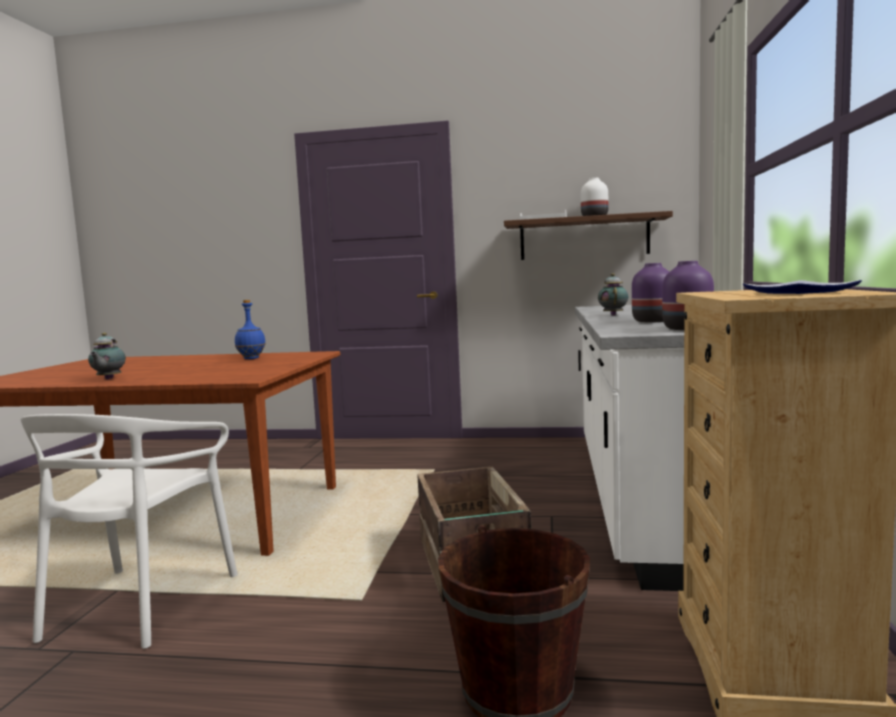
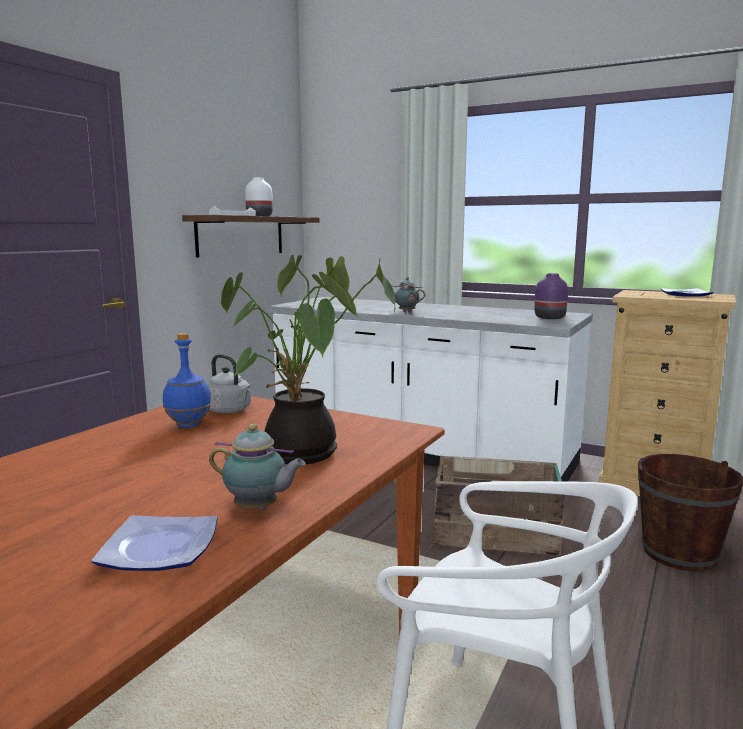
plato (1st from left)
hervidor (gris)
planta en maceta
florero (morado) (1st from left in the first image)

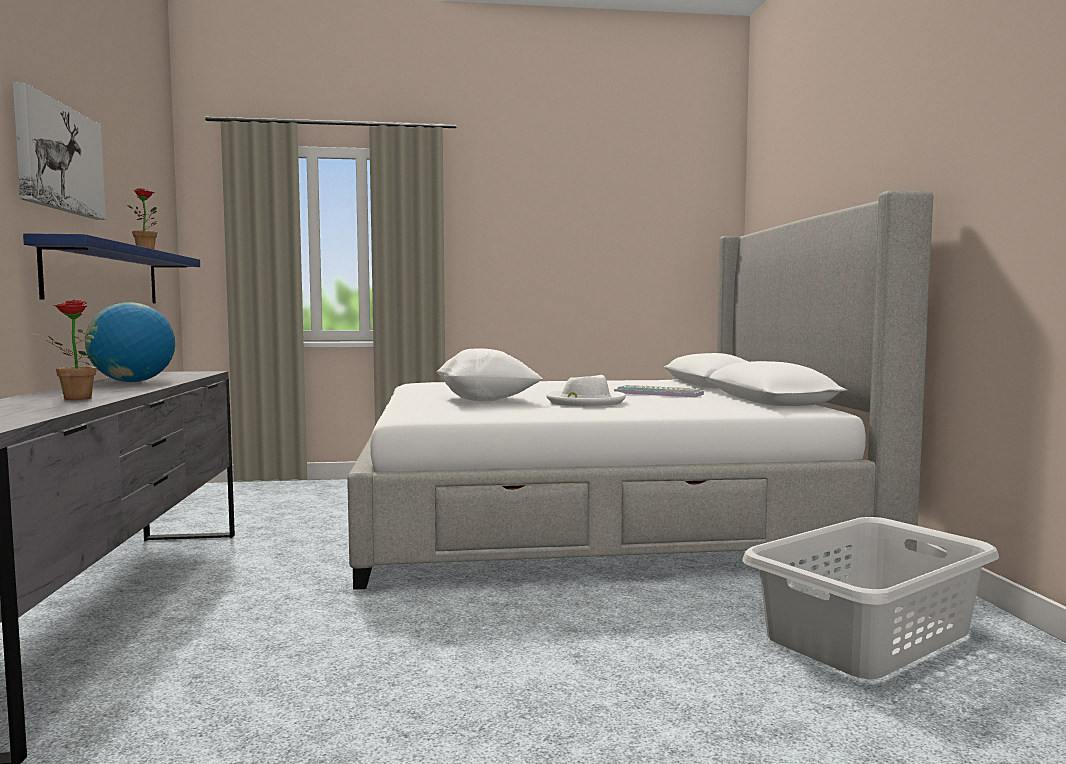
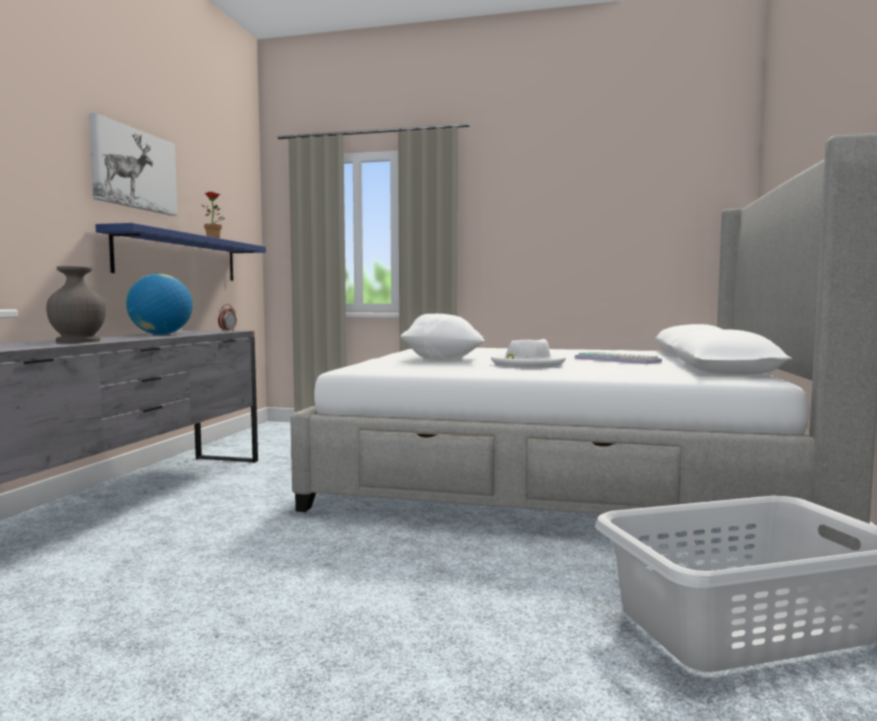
florero (gris)
despertador

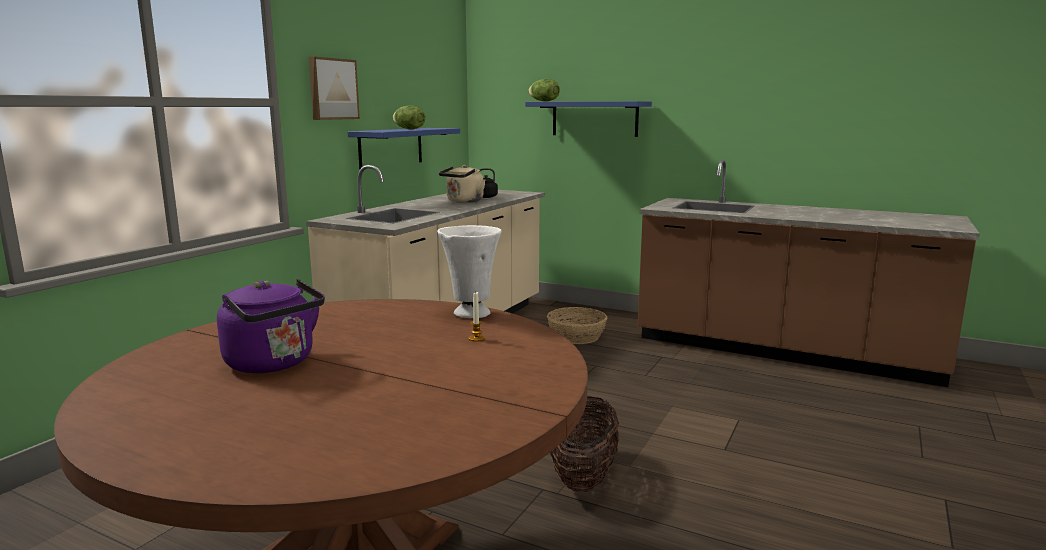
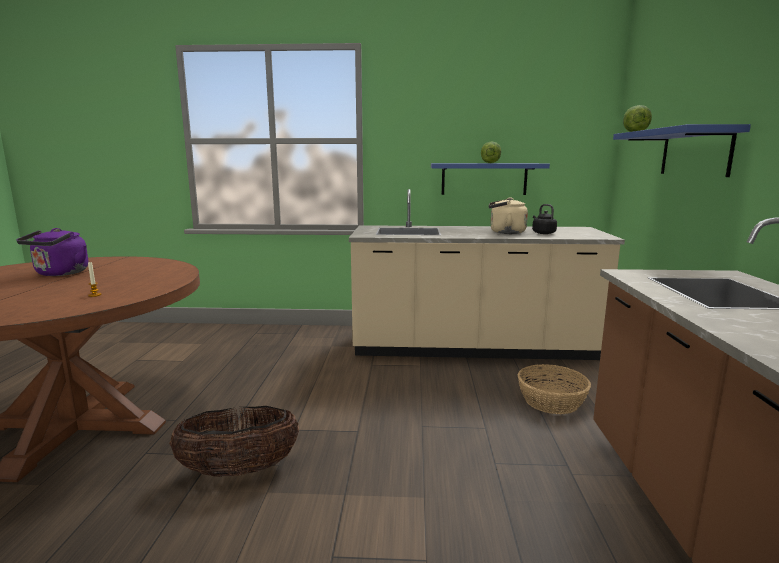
cuadro
florero (blanco)

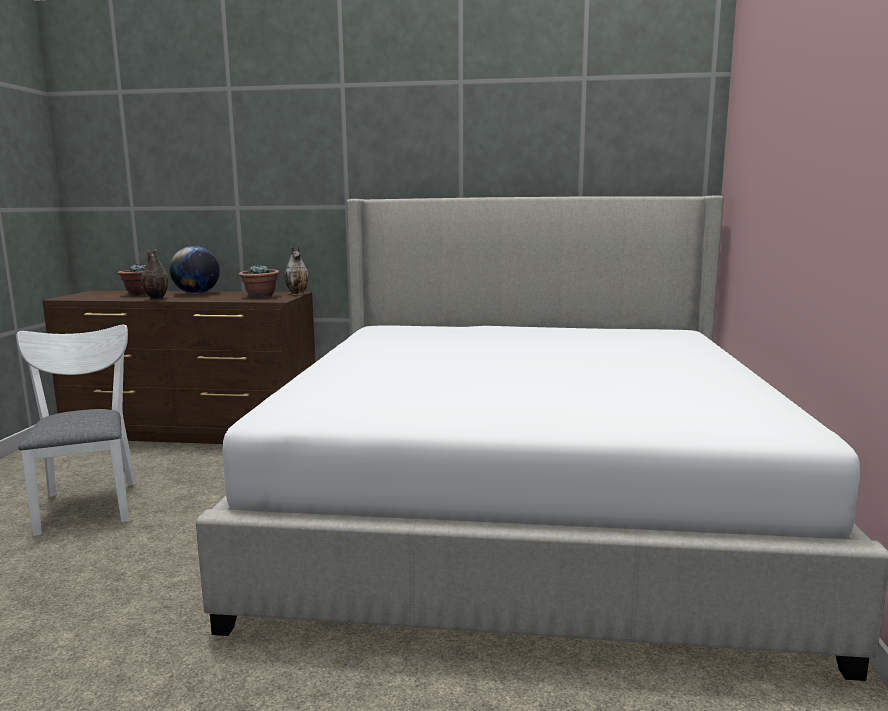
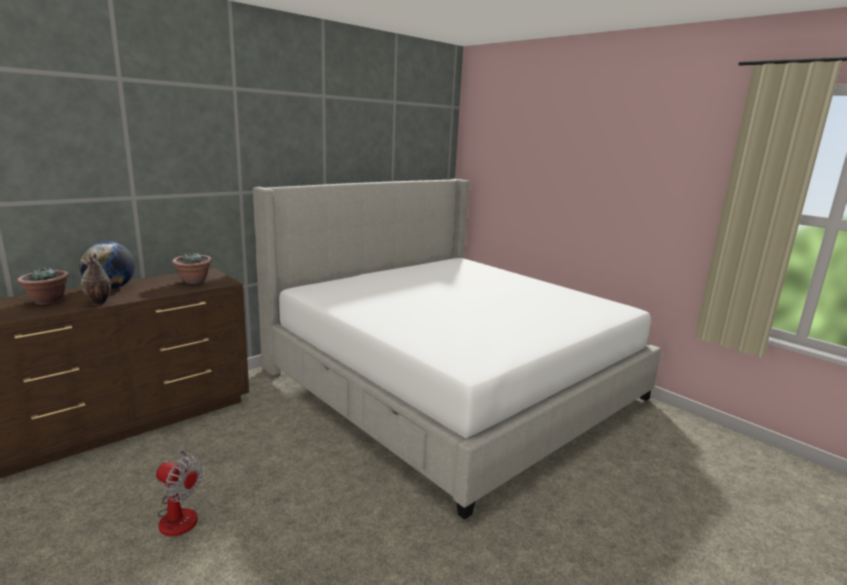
ventilador
florero (2nd from left in the first image)

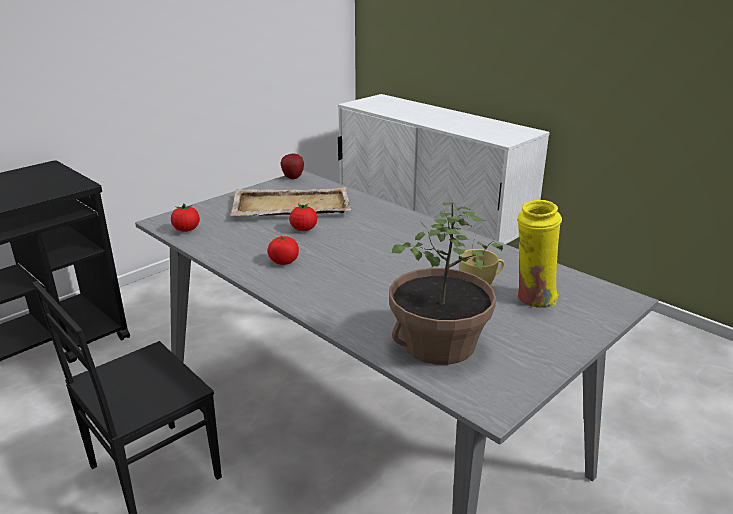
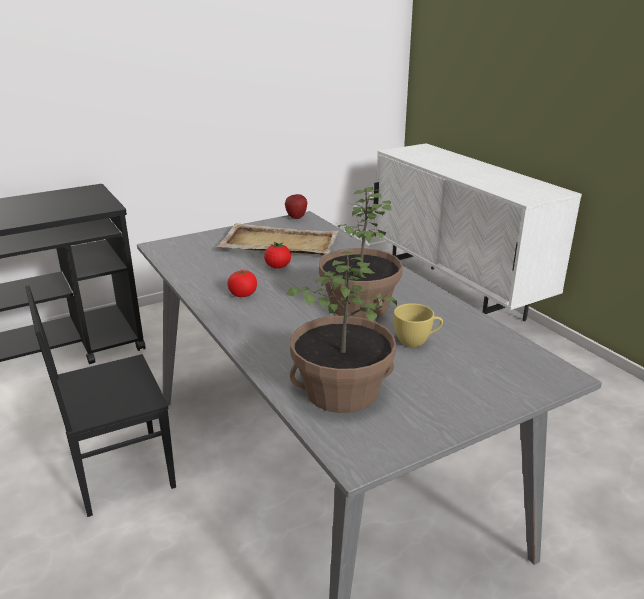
planta en maceta (2nd from left)
tomate (1st from left in the first image)
florero (amarillo)

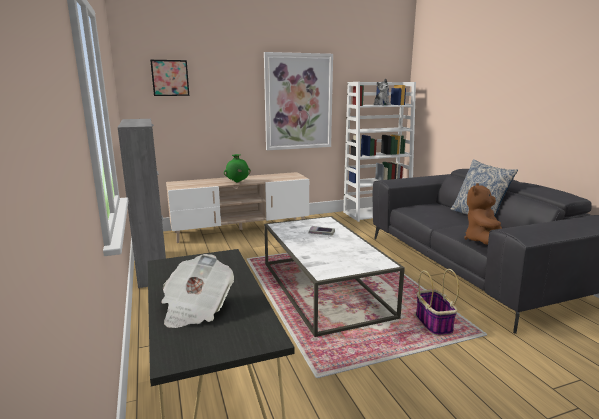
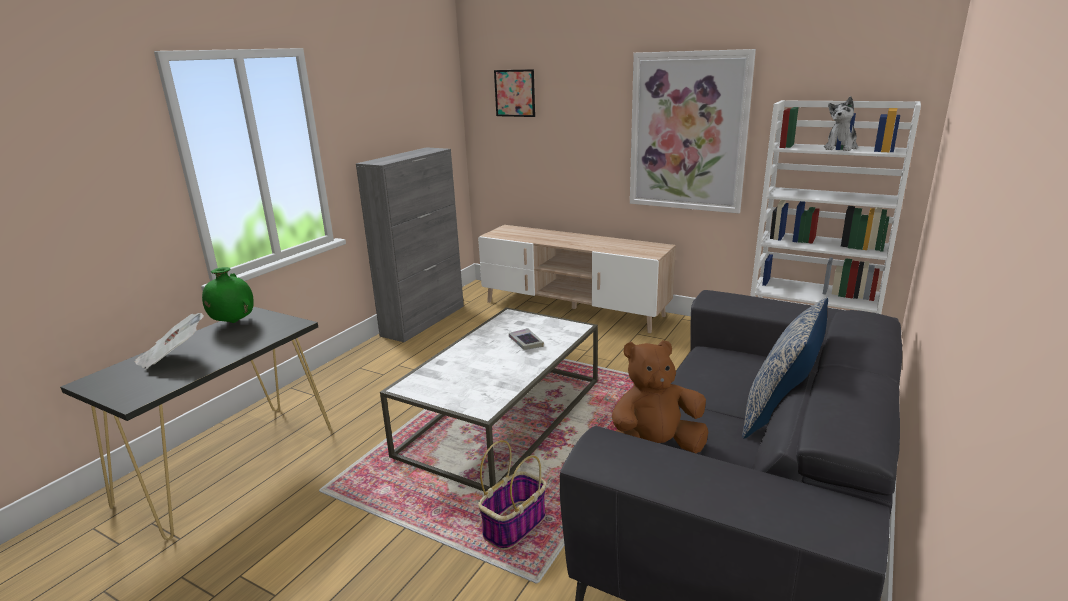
florero (verde)

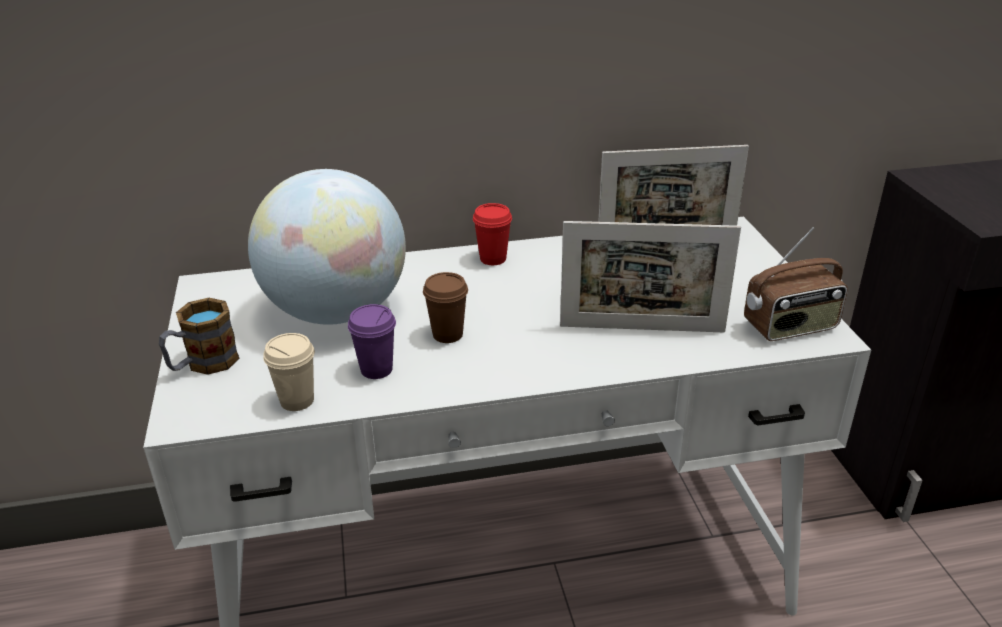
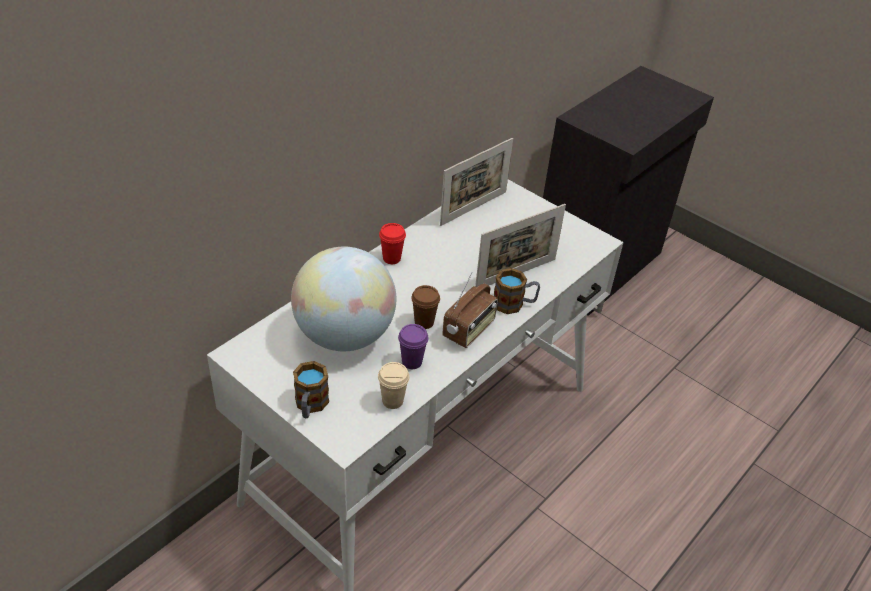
radio
taza grande (2nd from left)

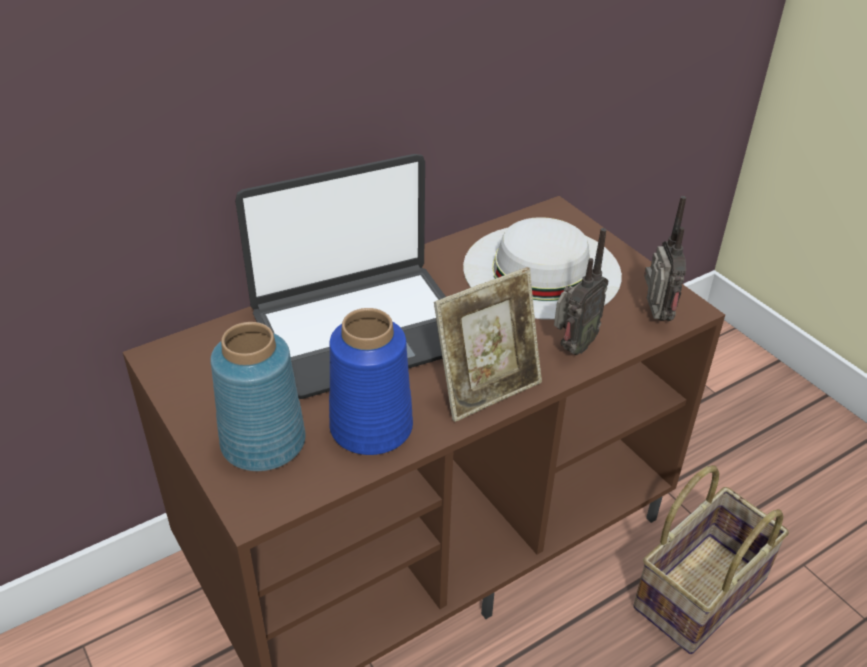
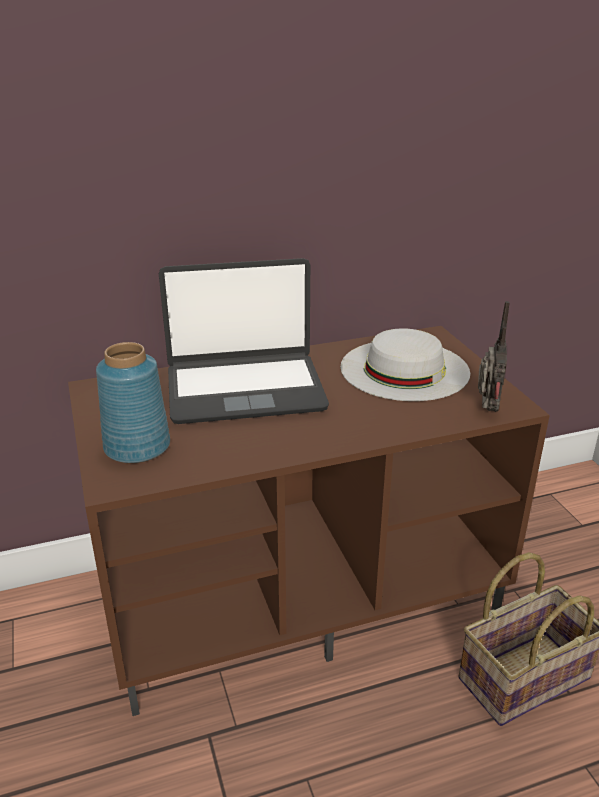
florero (azul) (2nd from left in the first image)
portarretratos
radio (1st from left in the first image)

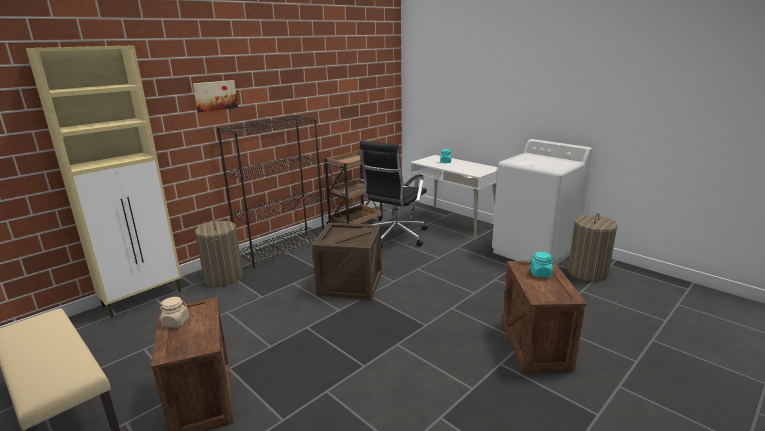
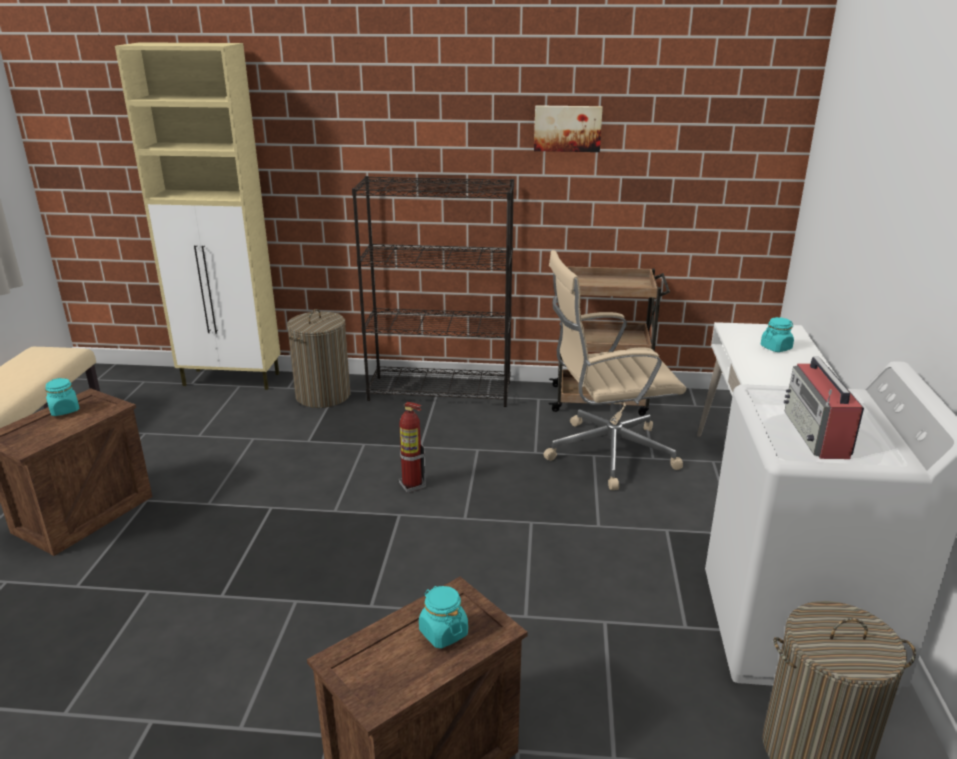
tarro (turquesa) (1st from left)
extintor
cuadro
silla de oficina (beis)
radio

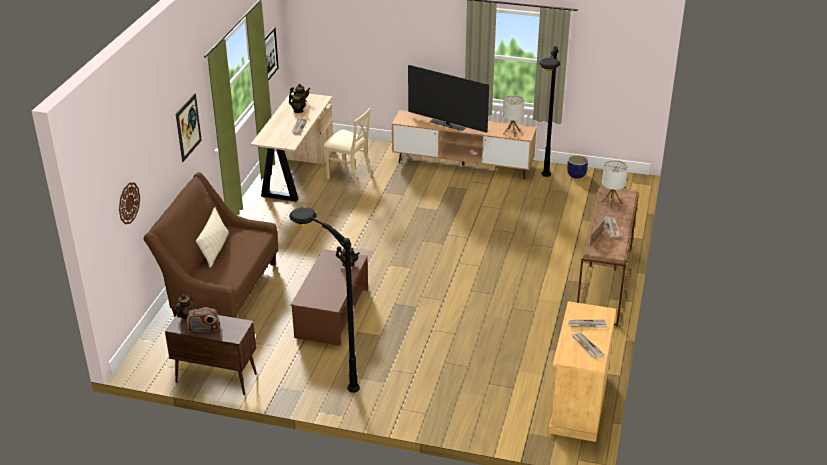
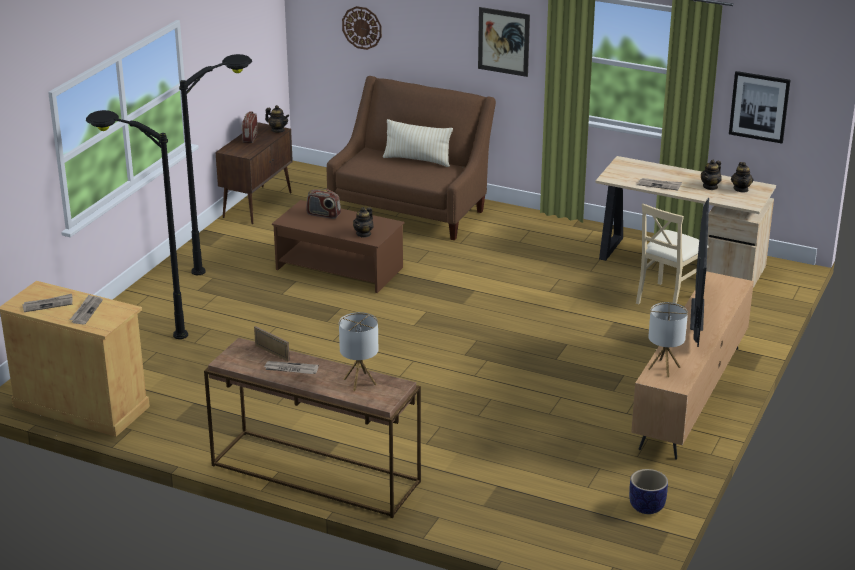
lámpara de pie (negro) (1st from left)
radio (2nd from left)
televisor

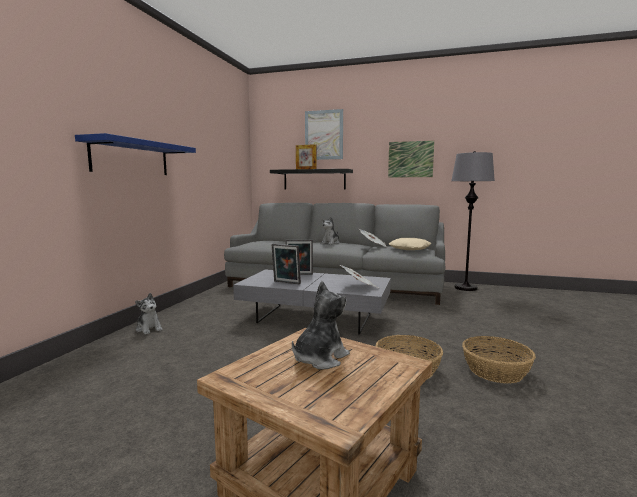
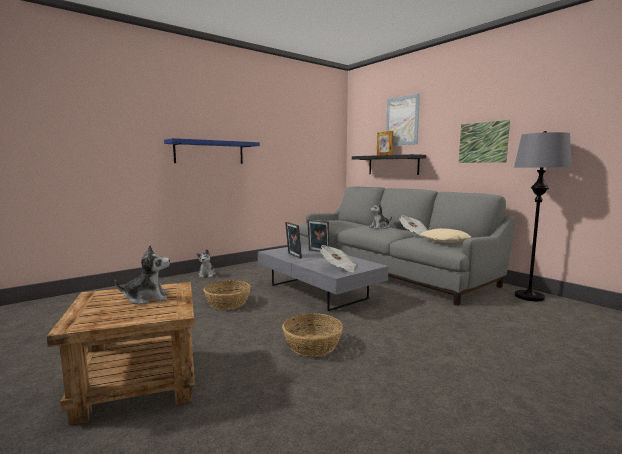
cesta (1st from left)

